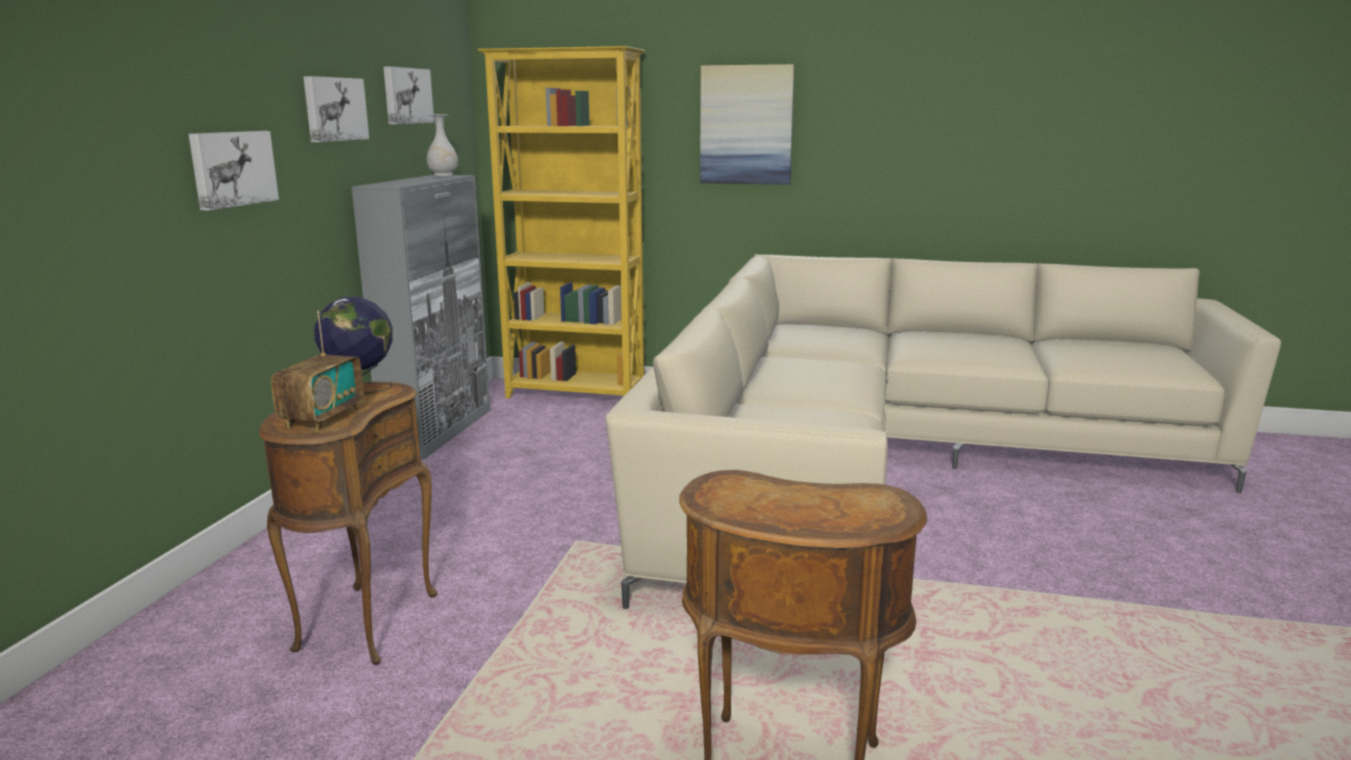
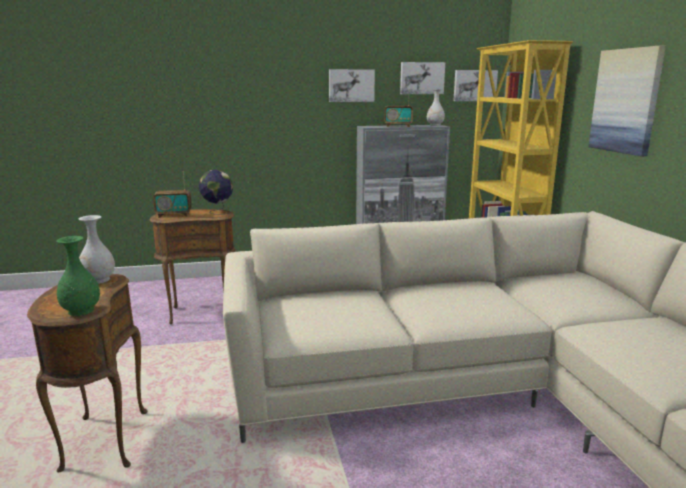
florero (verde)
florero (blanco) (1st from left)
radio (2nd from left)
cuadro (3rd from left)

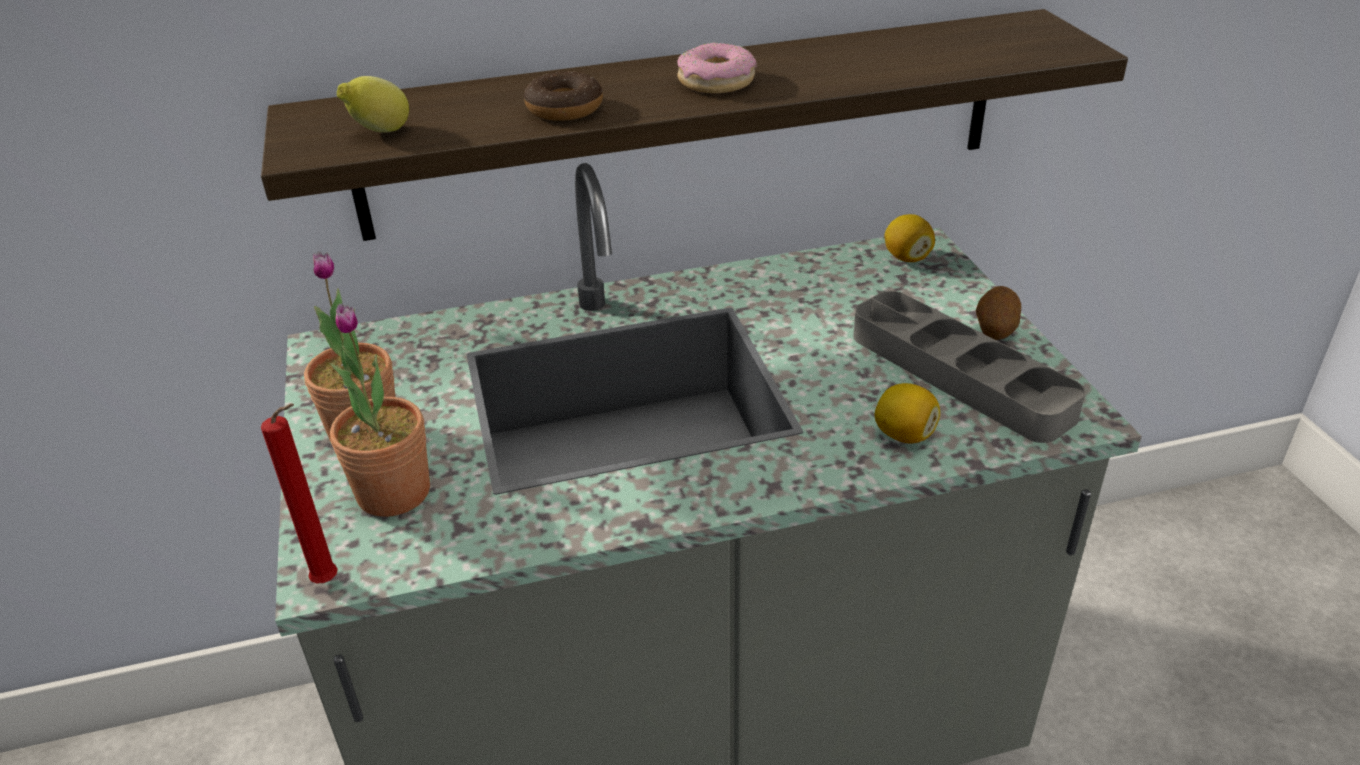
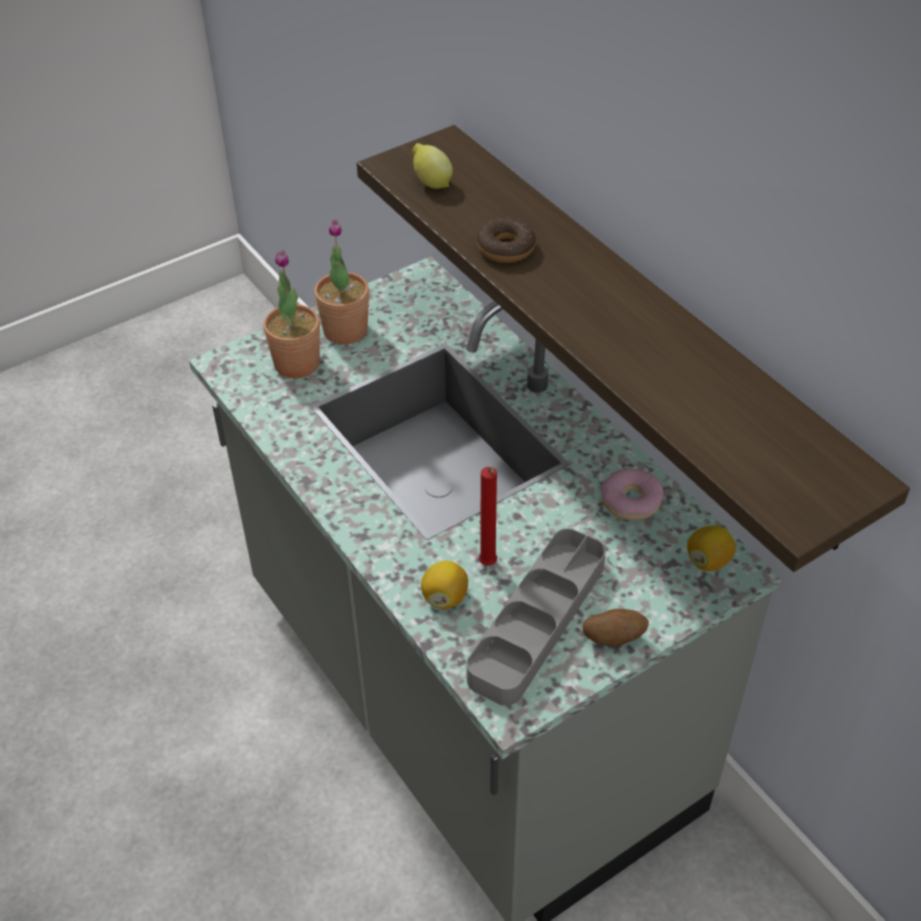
vela (rojo)
rosquilla (2nd from left)

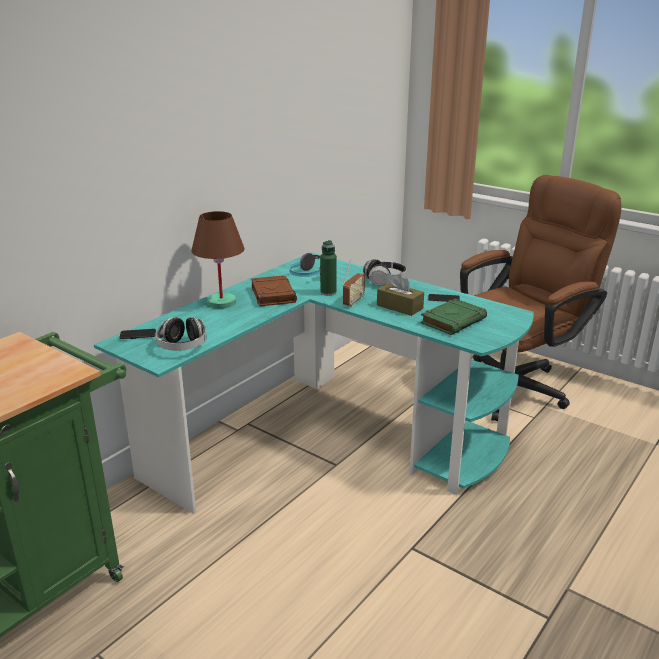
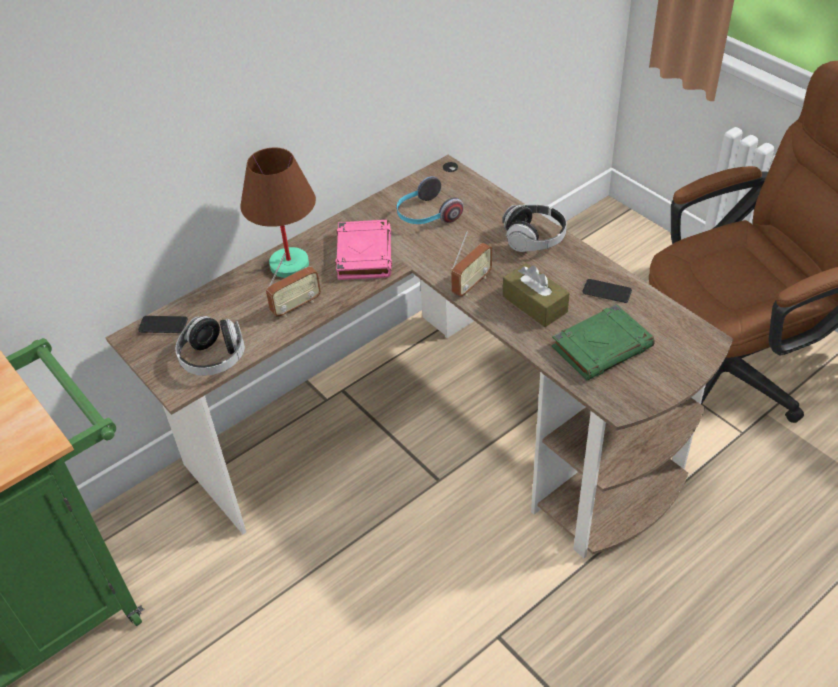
escritorio (marrón)
radio (1st from left)
libro (rosa)
botella (verde)

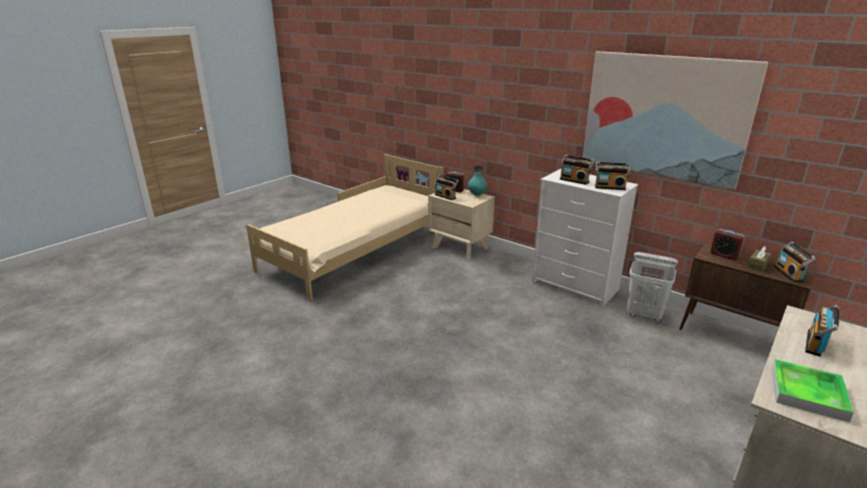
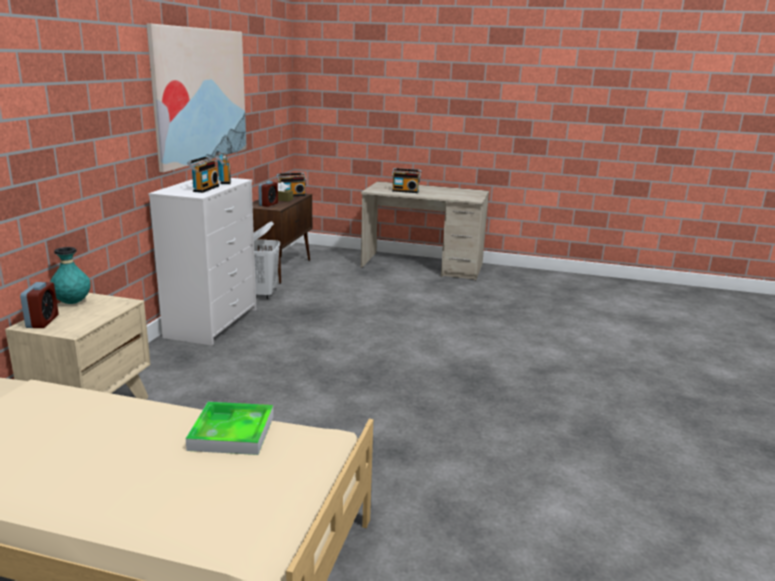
bandeja
radio (1st from left in the first image)

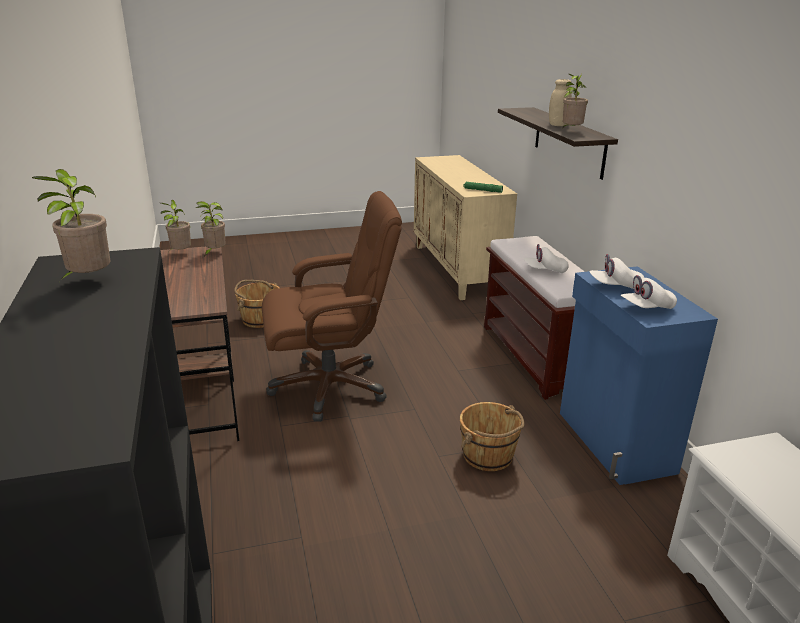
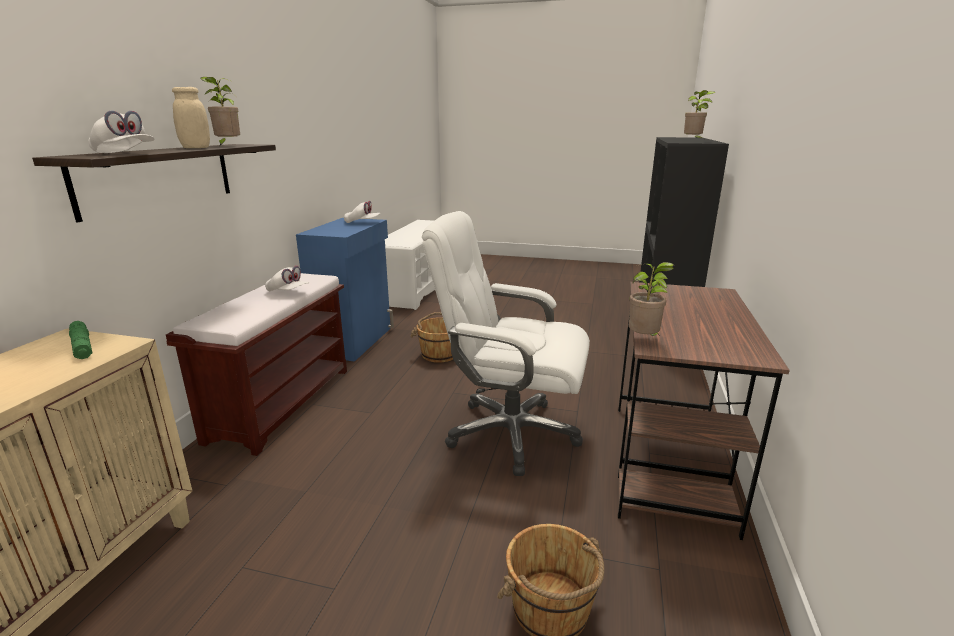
gorra (blanco) (1st from left)
silla de oficina (blanco)
planta en maceta (2nd from left in the first image)

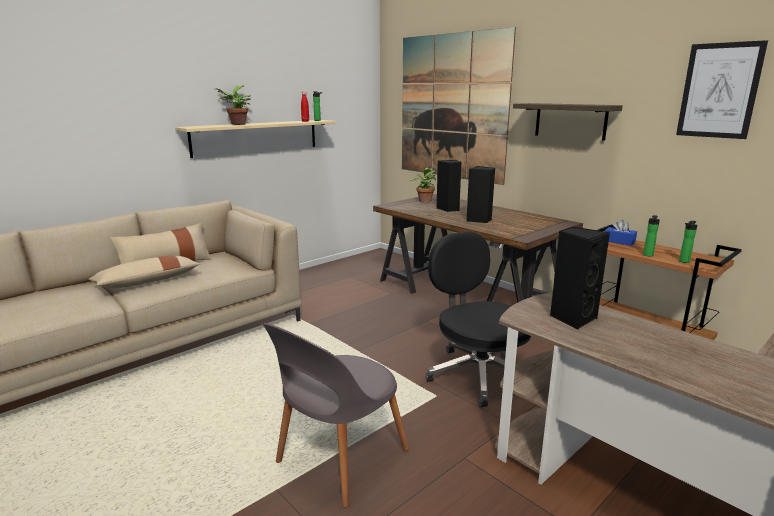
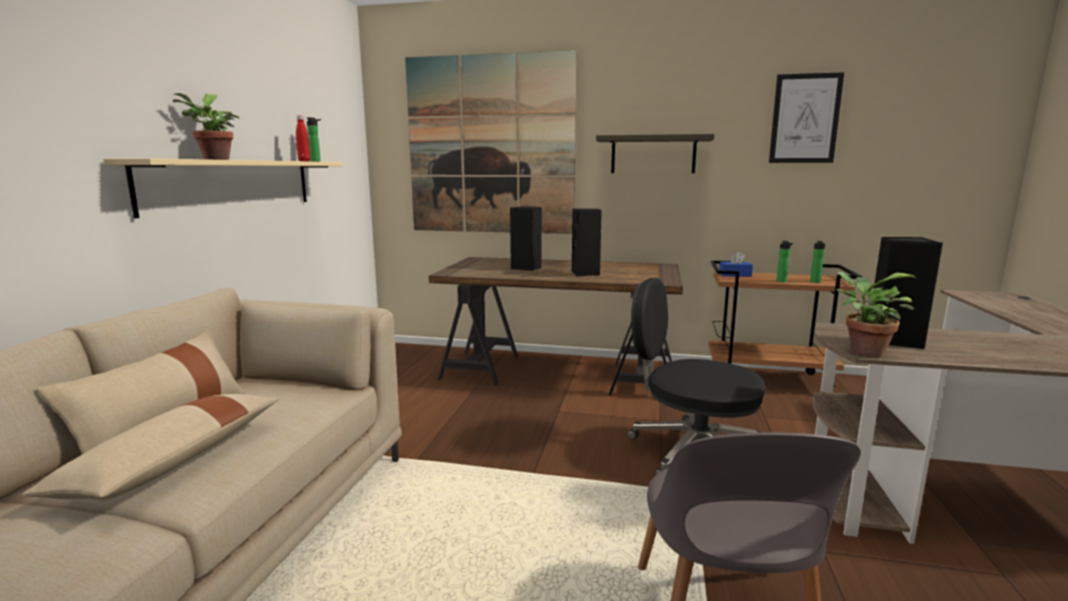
planta en maceta (2nd from left)

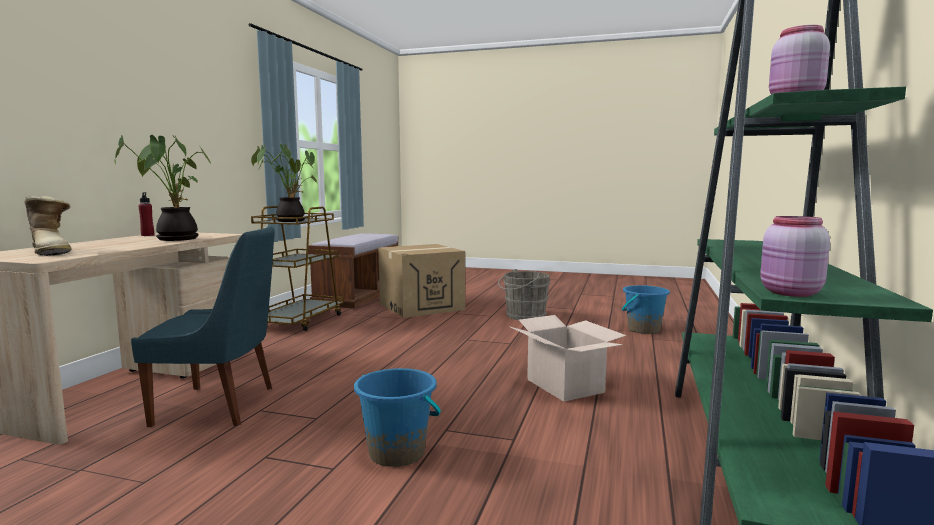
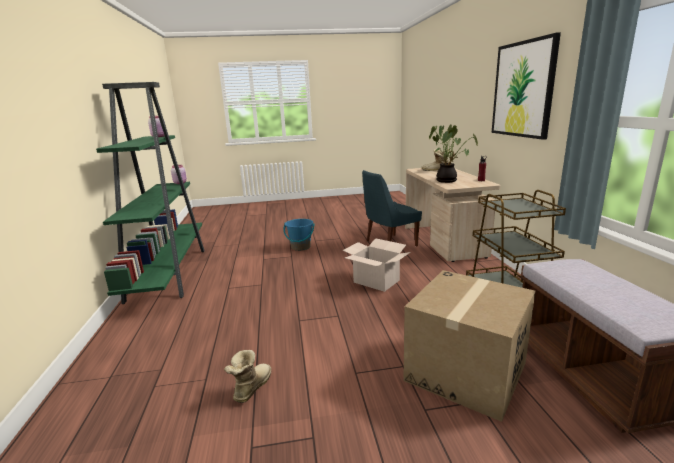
bota (1st from left)
caja de cartón (1st from left)
cuadro
planta en maceta (2nd from left in the first image)
cubo (gris)
cubo (azul) (2nd from left in the first image)

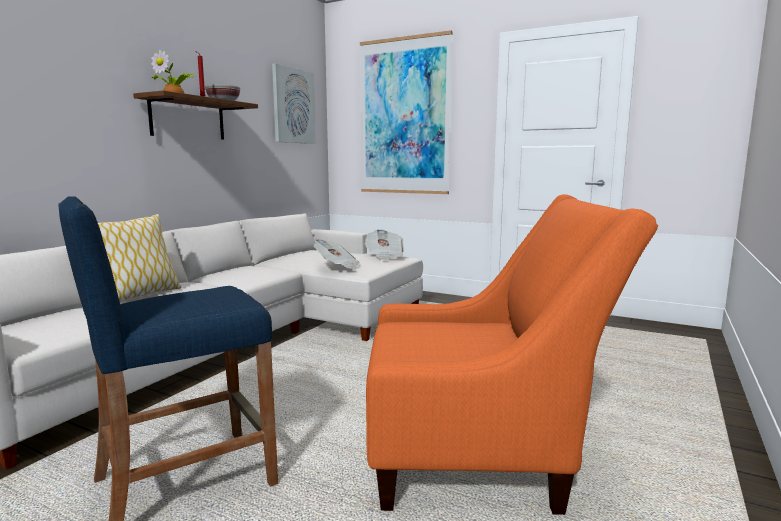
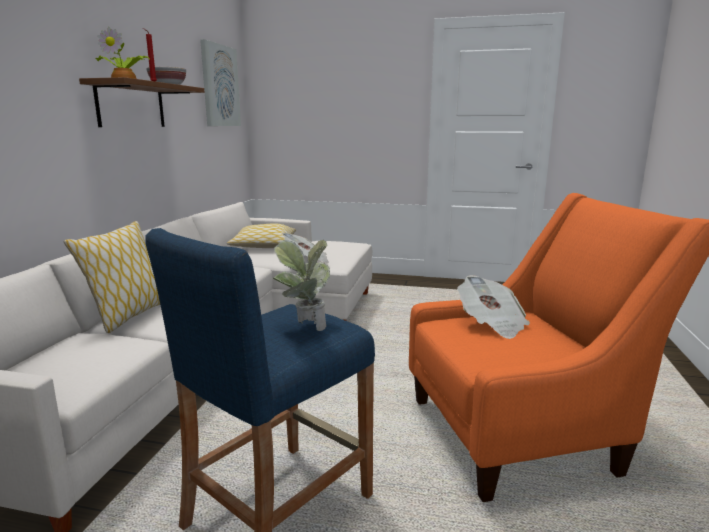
cojín (2nd from left)
planta en maceta (2nd from left)
periódico (2nd from left)
cuadro (2nd from left in the first image)

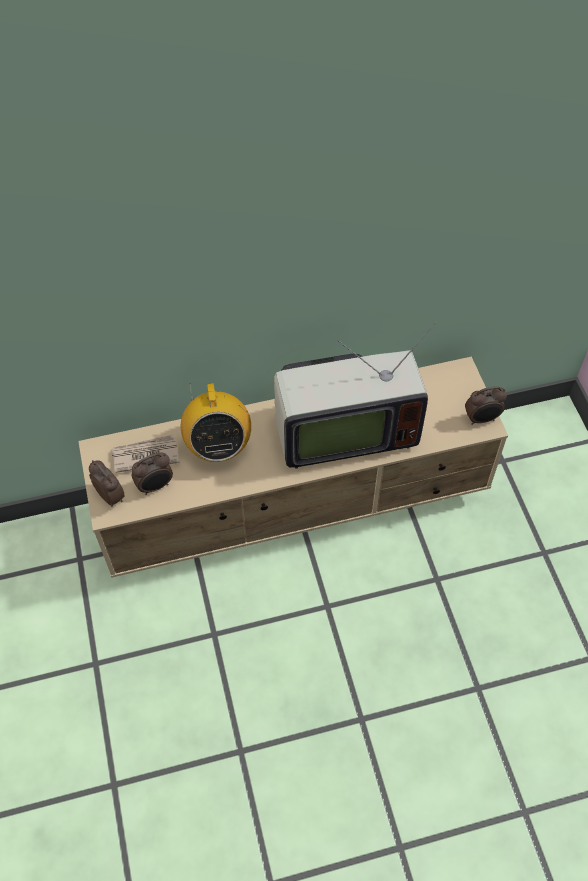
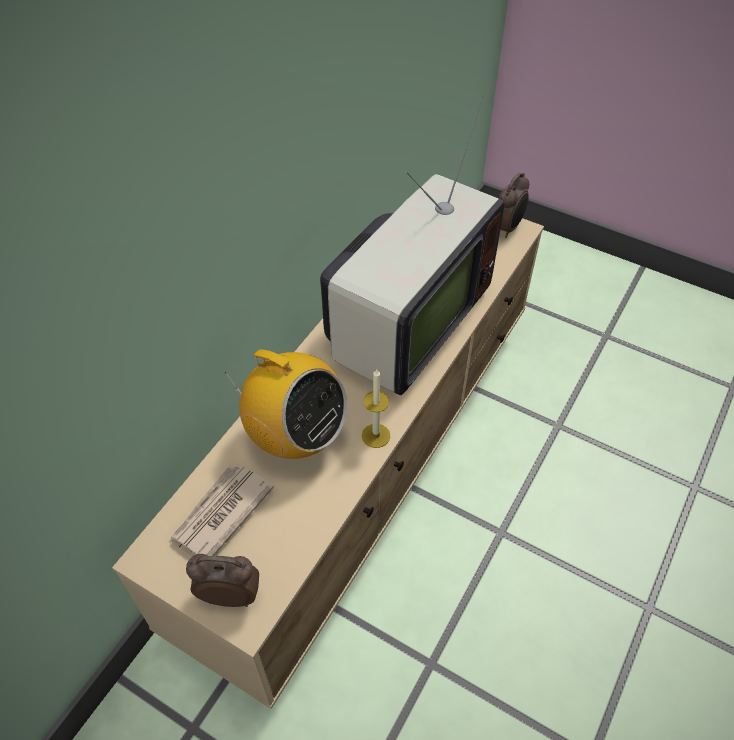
vela
despertador (2nd from left in the first image)

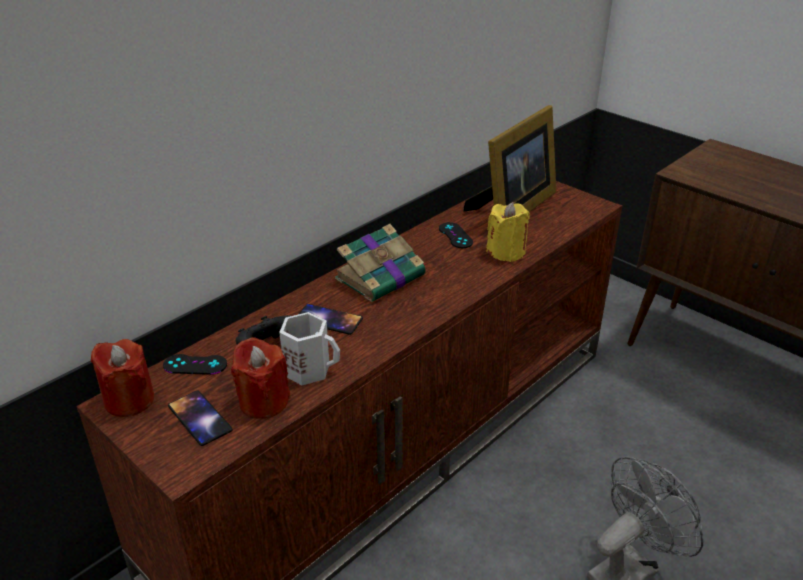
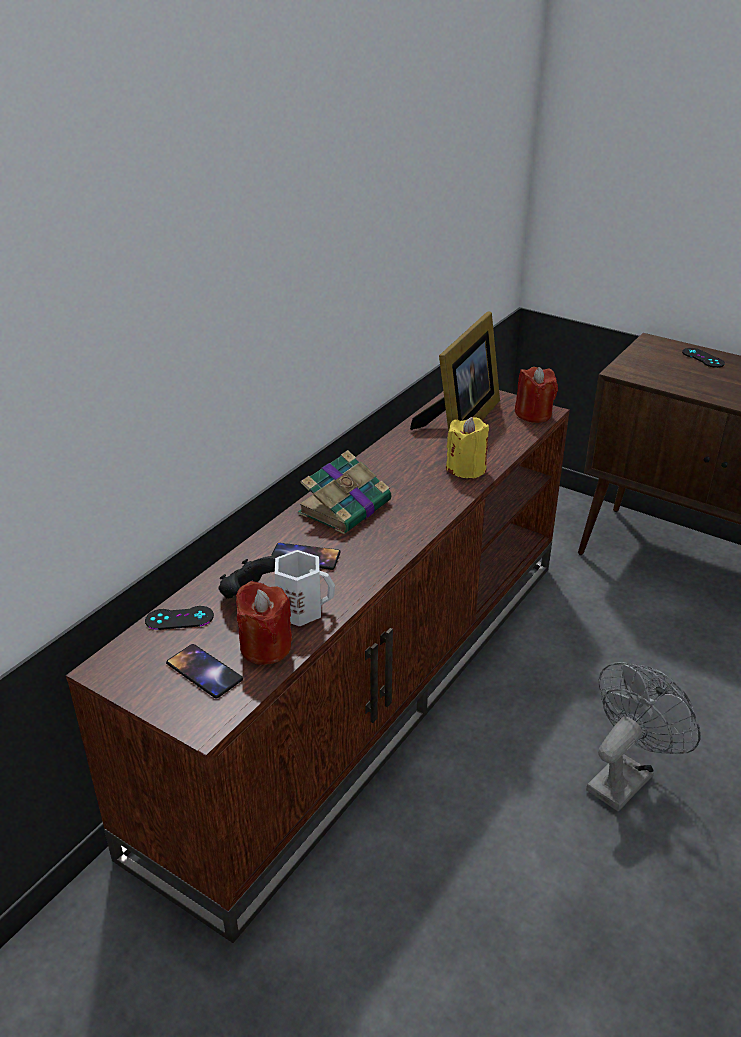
vela (rojo) (2nd from left)
mando de consola (negro) (3rd from left)

